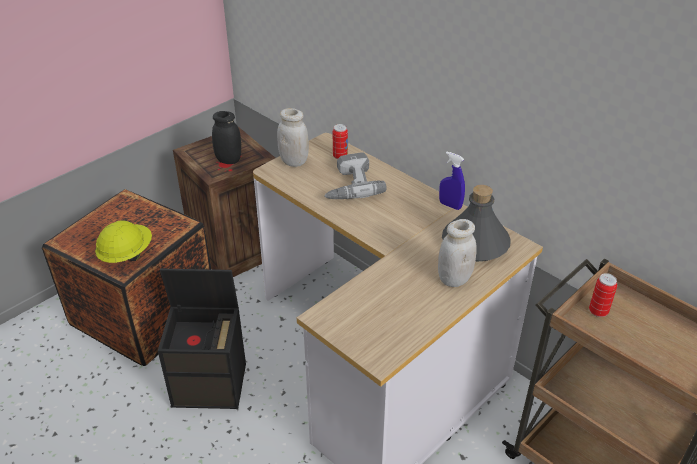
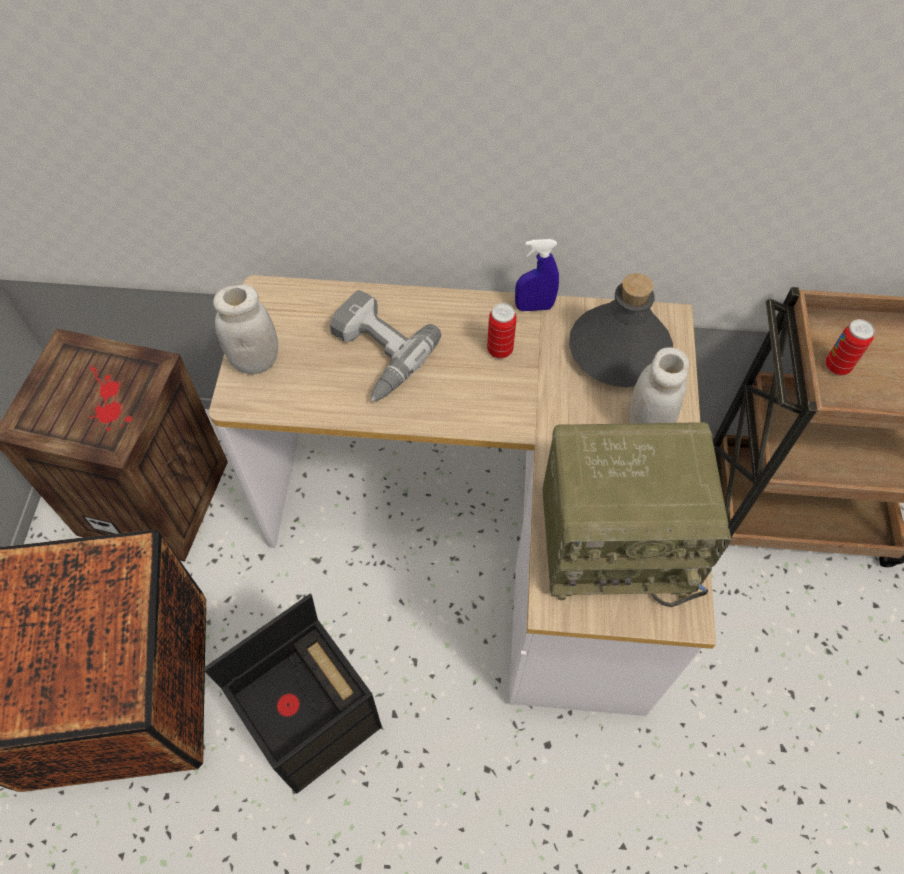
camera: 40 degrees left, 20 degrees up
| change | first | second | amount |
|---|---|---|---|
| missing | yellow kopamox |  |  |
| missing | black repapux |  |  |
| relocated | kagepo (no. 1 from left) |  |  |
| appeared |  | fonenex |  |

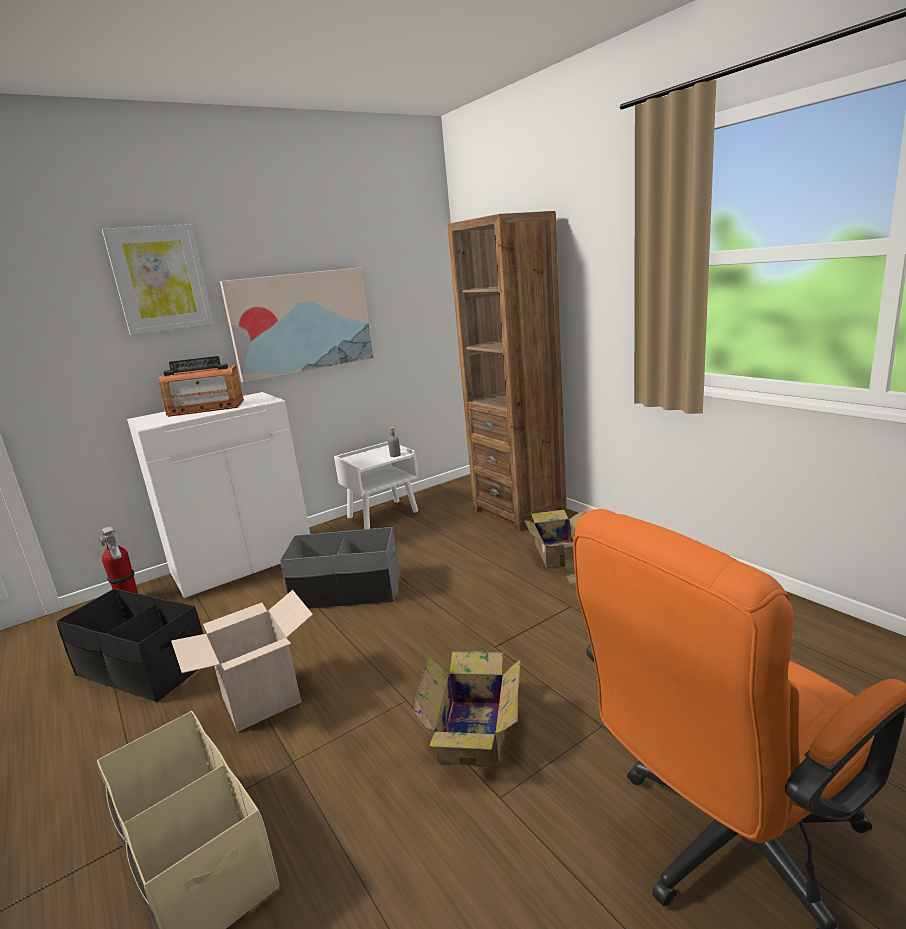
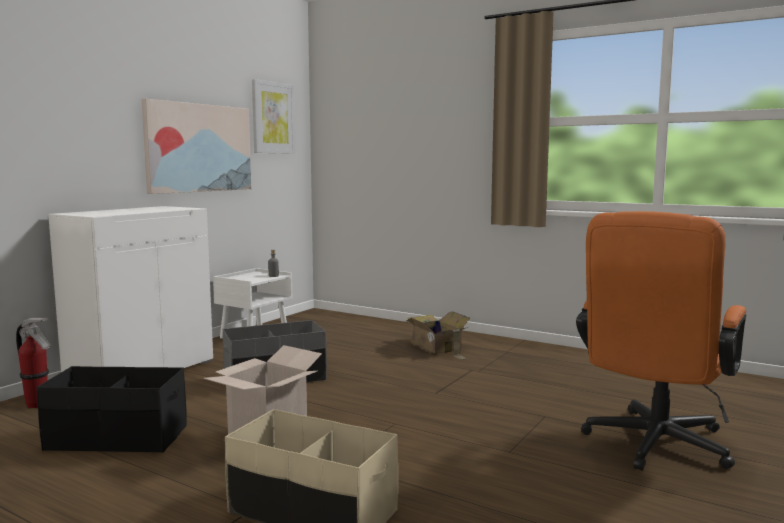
camera: 25 degrees left, 10 degrees down
| change | first | second | amount |
|---|---|---|---|
| relocated | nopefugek (no. 1 from left in the first image) | nopefugek (no. 2 from left) |  |
| missing | fonenex |  |  |
| missing | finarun (no. 2 from left) |  |  |
| missing | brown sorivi |  |  |

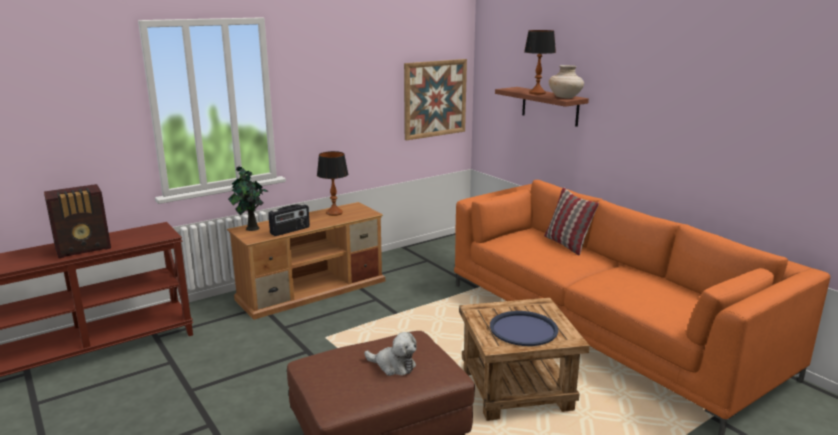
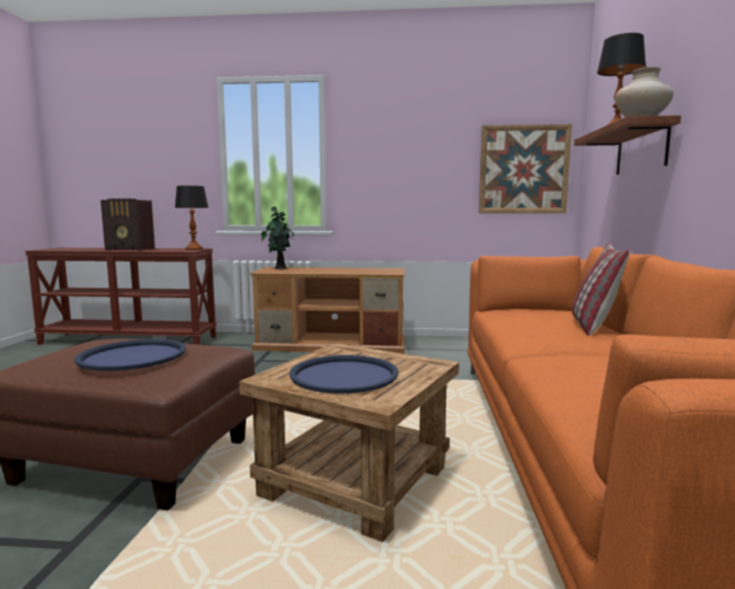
camera: 40 degrees right, 10 degrees down
| change | first | second | amount |
|---|---|---|---|
| missing | fonenex (no. 2 from left) |  |  |
| relocated | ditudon (no. 1 from left) |  |  |
| exchanged | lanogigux | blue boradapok (no. 1 from left) |  |

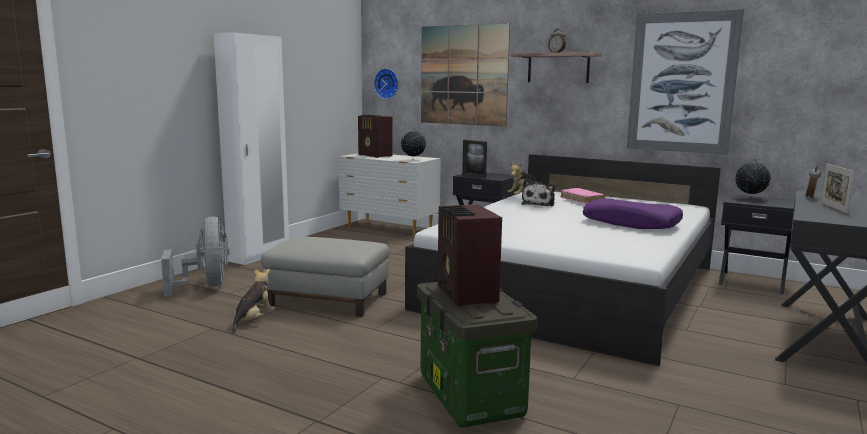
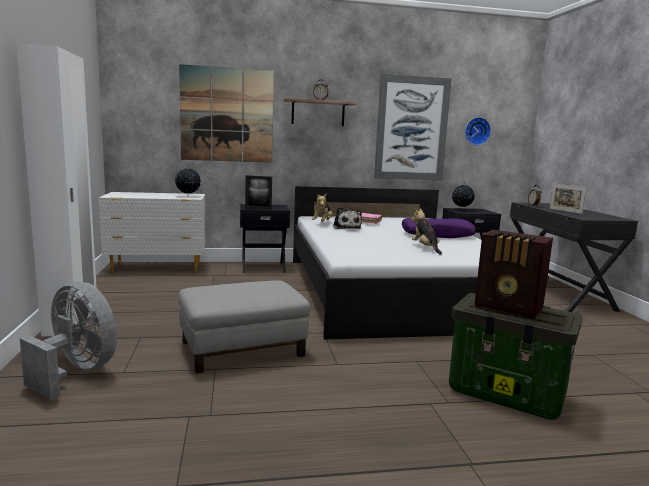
camera: 40 degrees left, 0 degrees up
| change | first | second | amount |
|---|---|---|---|
| relocated | lanogigux (no. 1 from left in the first image) | lanogigux (no. 3 from left) |  |
| missing | fonenex (no. 1 from left) |  |  |
| relocated | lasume |  |  |

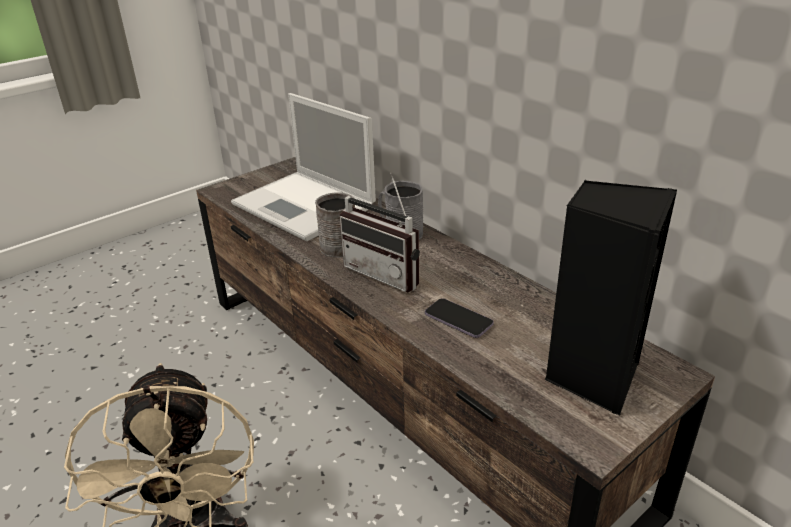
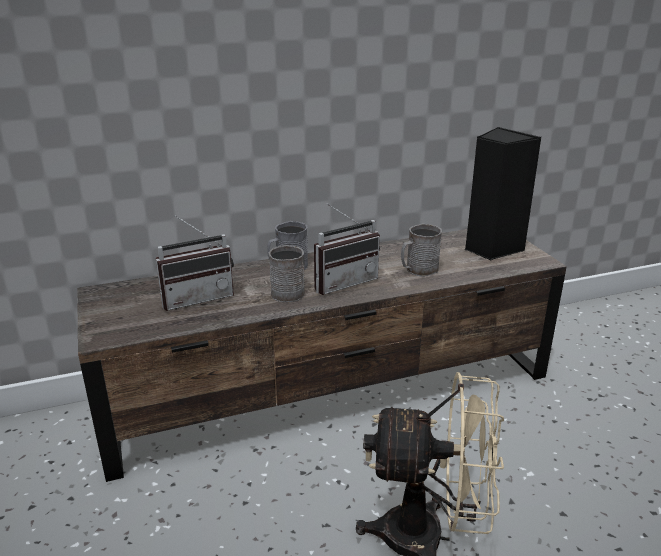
camera: 70 degrees left, 5 degrees down
| change | first | second | amount |
|---|---|---|---|
| exchanged | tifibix | fonenex (no. 1 from left) |  |
| exchanged | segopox | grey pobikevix (no. 3 from left) |  |

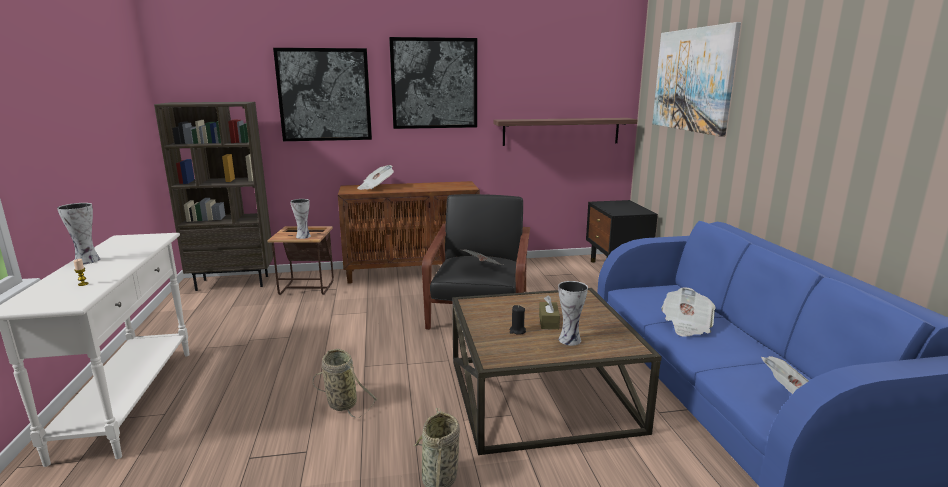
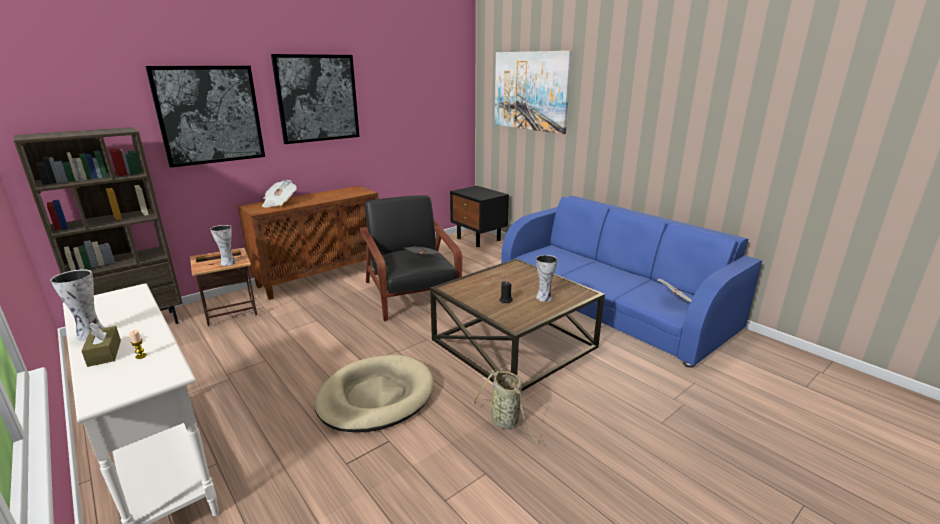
camera: 30 degrees left, 5 degrees up
| change | first | second | amount |
|---|---|---|---|
| exchanged | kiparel (no. 1 from left) | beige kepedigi |  |
| missing | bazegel |  |  |
| relocated | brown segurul |  |  |
| missing | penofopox (no. 3 from left) |  |  |

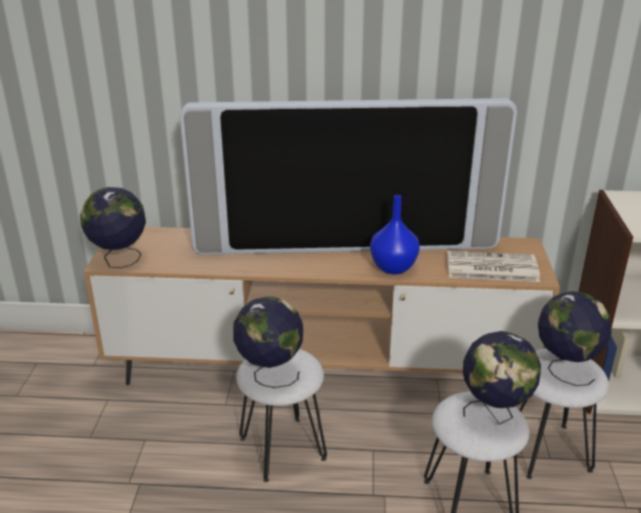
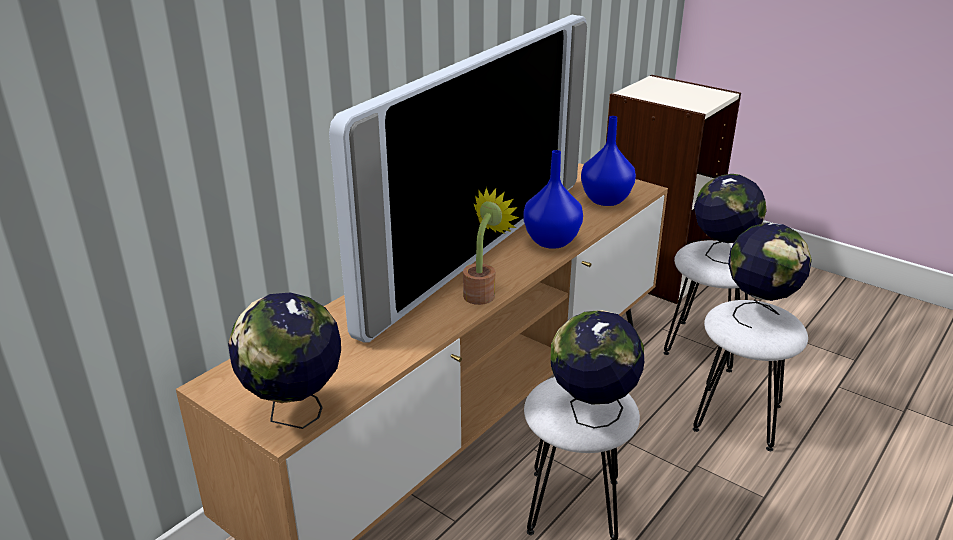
camera: 55 degrees left, 0 degrees up
| change | first | second | amount |
|---|---|---|---|
| exchanged | penofopox | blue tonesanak (no. 2 from left) |  |
| appeared |  | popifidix |  |

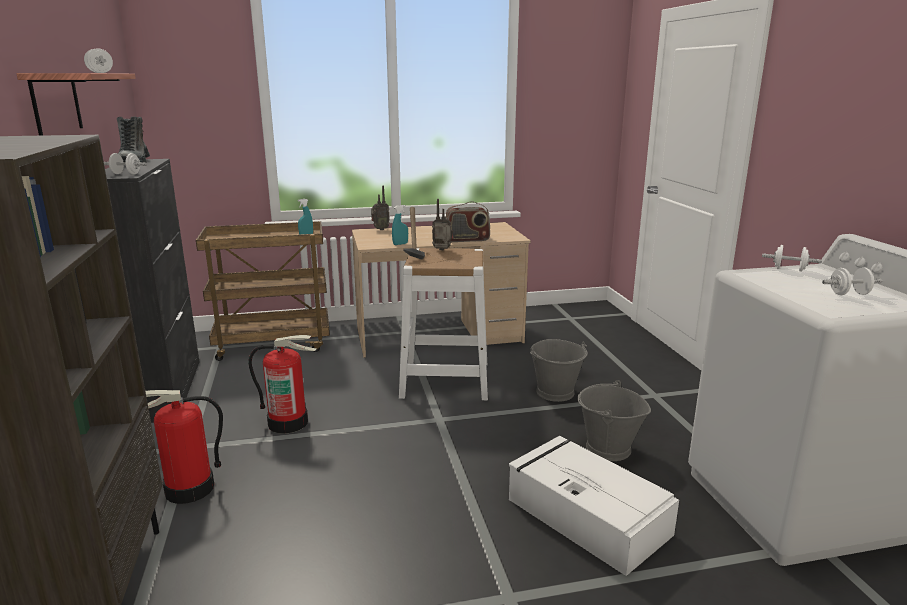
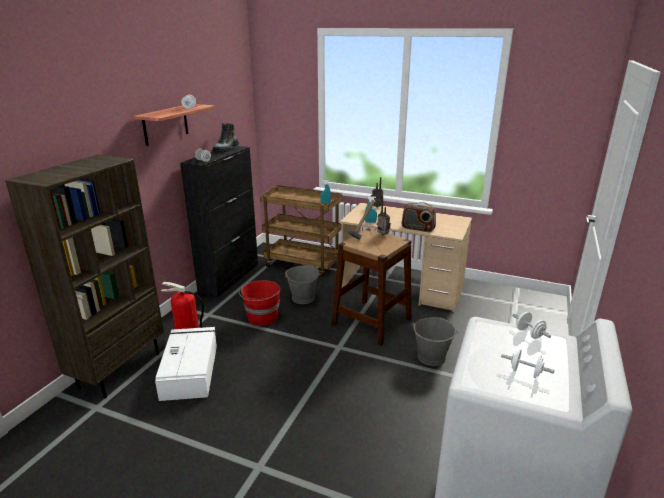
camera: 35 degrees right, 5 degrees up
| change | first | second | amount |
|---|---|---|---|
| exchanged | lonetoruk (no. 2 from left) | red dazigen |  |
| colour | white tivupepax | brown tivupepax |  |
| relocated | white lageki |  |  |
| relocated | grey dazigen (no. 2 from left in the first image) | grey dazigen (no. 1 from left) |  |

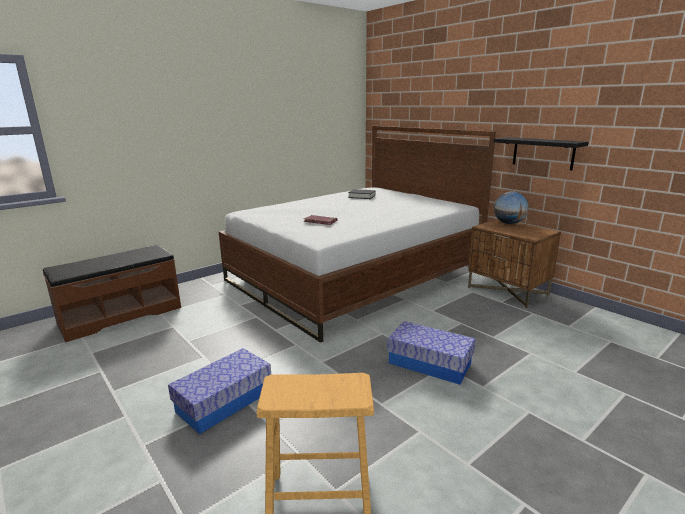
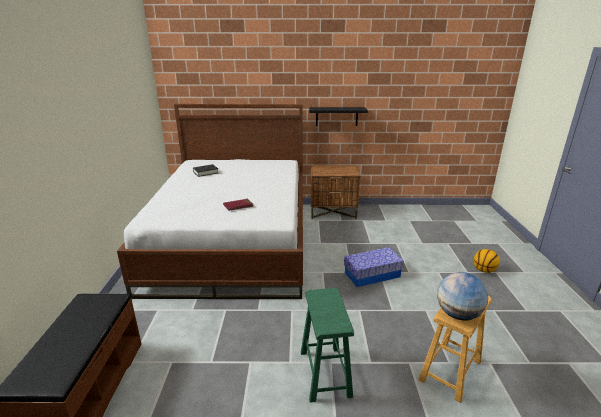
camera: 50 degrees left, 5 degrees up
| change | first | second | amount |
|---|---|---|---|
| exchanged | lageki (no. 1 from left) | green tivupepax |  |
| relocated | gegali |  |  |
| appeared |  | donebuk |  |

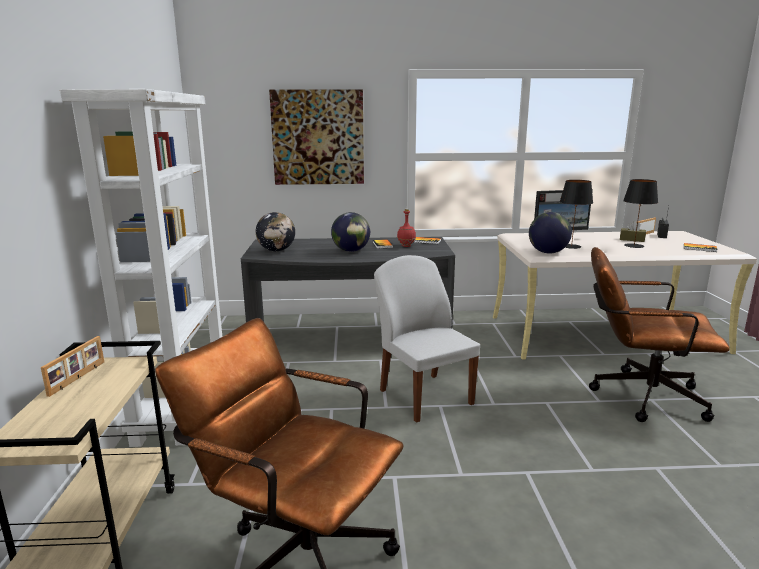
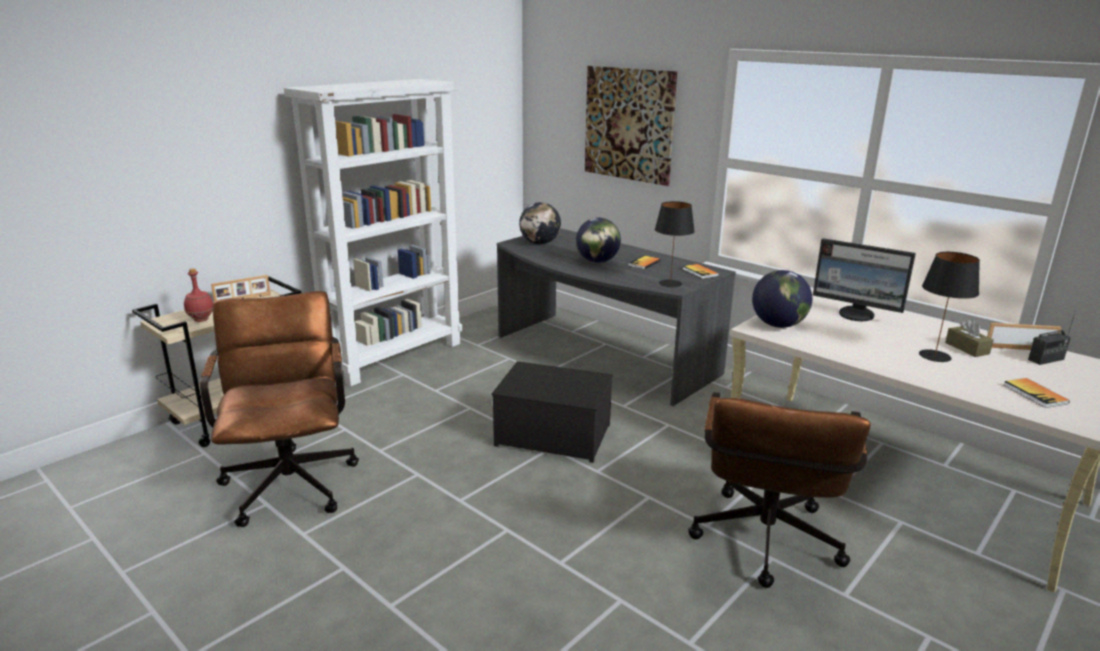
camera: 45 degrees right, 5 degrees up
| change | first | second | amount |
|---|---|---|---|
| exchanged | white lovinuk | lageki |  |
| relocated | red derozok |  |  |
| relocated | black ditudon (no. 1 from left) |  |  |
| spun | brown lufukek (no. 2 from left) |  | 135 degrees counterclockwise |

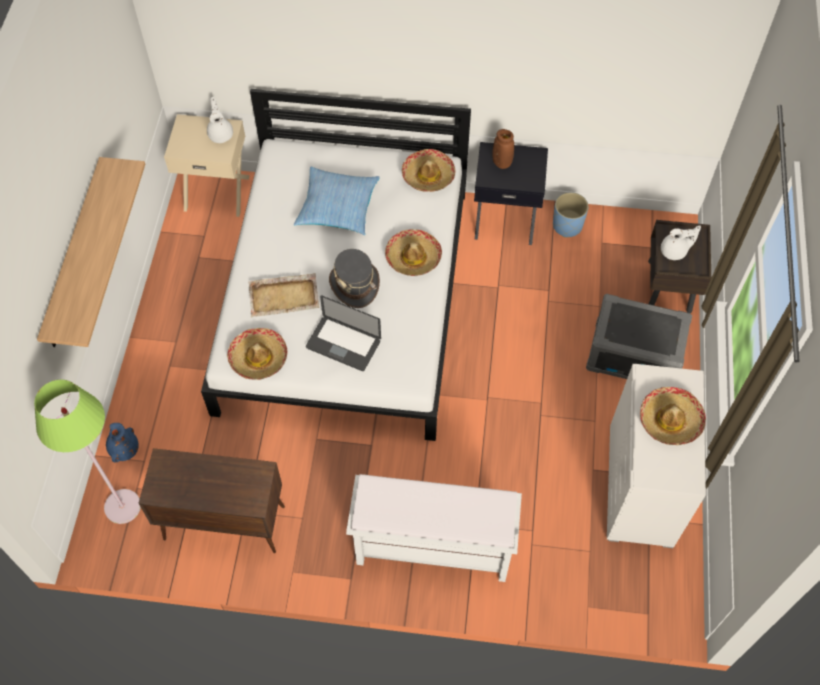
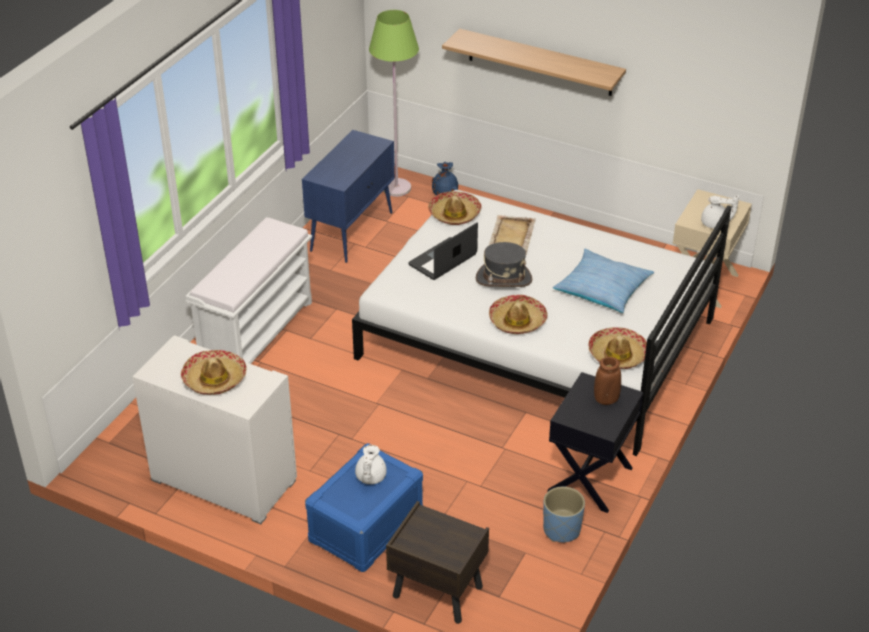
camera: 110 degrees right, 20 degrees down
| change | first | second | amount |
|---|---|---|---|
| colour | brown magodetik | blue magodetik |  |
| colour | grey lageki | blue lageki |  |
| relocated | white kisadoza (no. 2 from left in the first image) | white kisadoza (no. 1 from left) |  |

